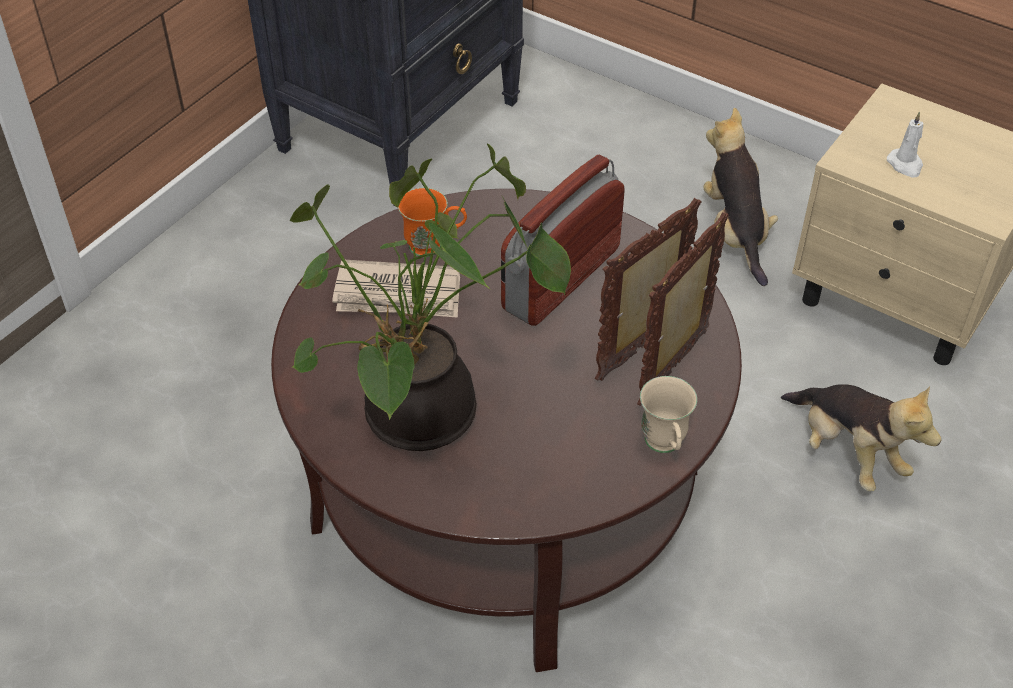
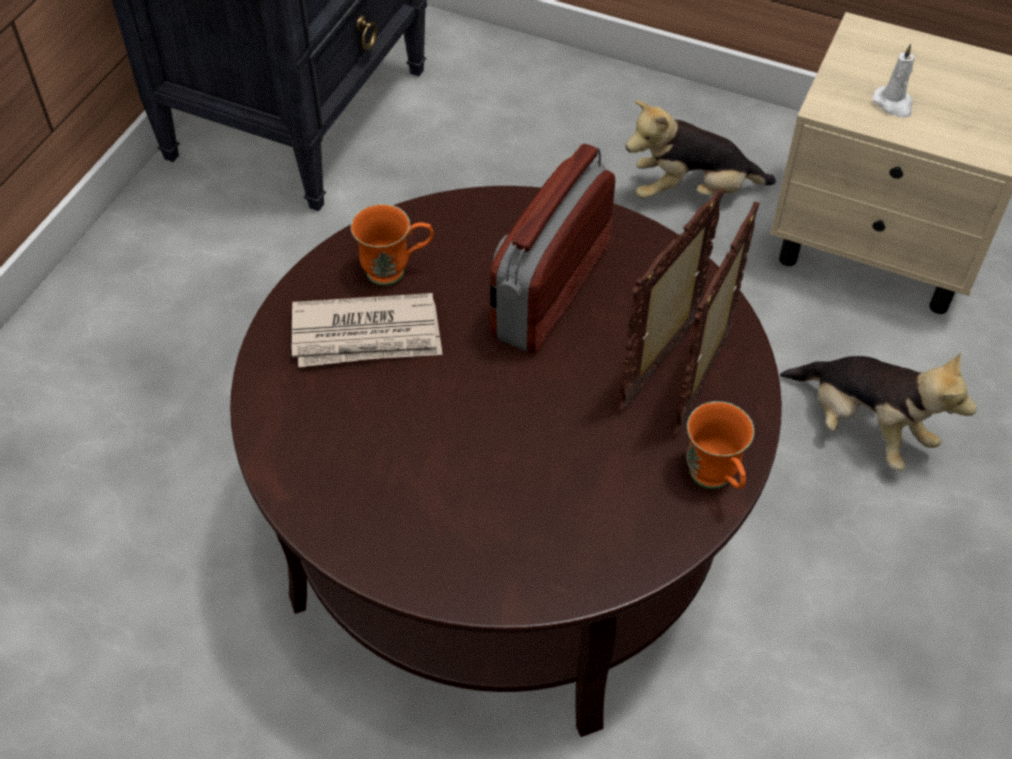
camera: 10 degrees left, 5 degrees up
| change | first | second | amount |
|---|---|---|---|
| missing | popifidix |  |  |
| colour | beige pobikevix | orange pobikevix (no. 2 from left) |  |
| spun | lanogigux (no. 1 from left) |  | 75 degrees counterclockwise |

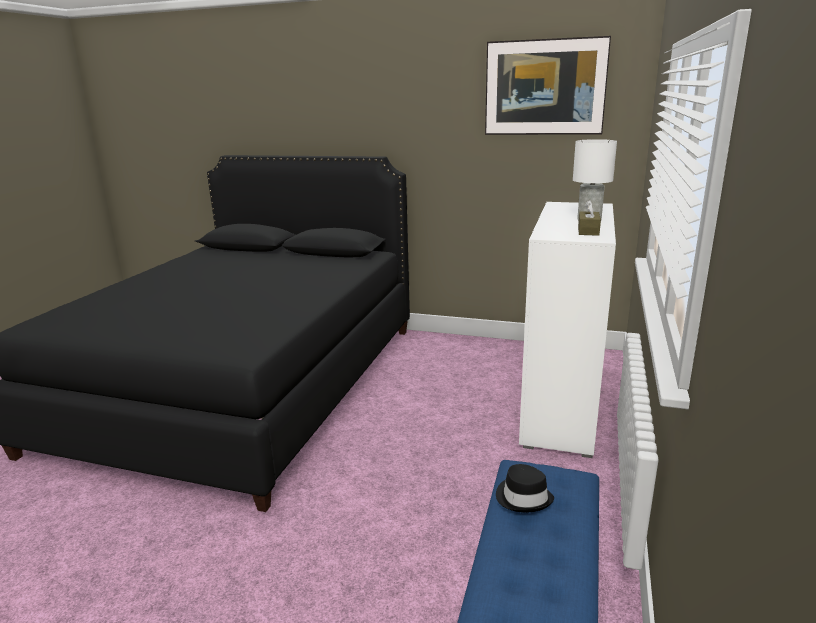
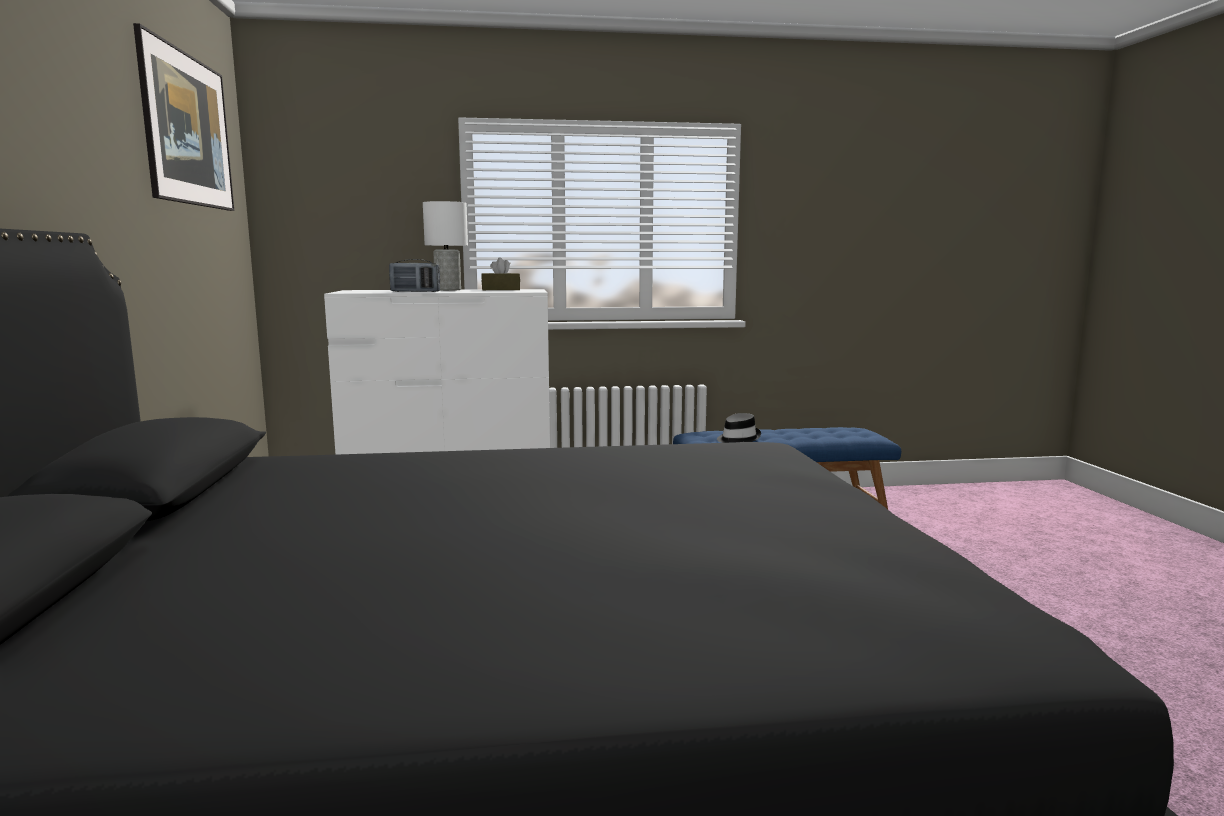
camera: 115 degrees left, 10 degrees down
| change | first | second | amount |
|---|---|---|---|
| appeared |  | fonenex |  |

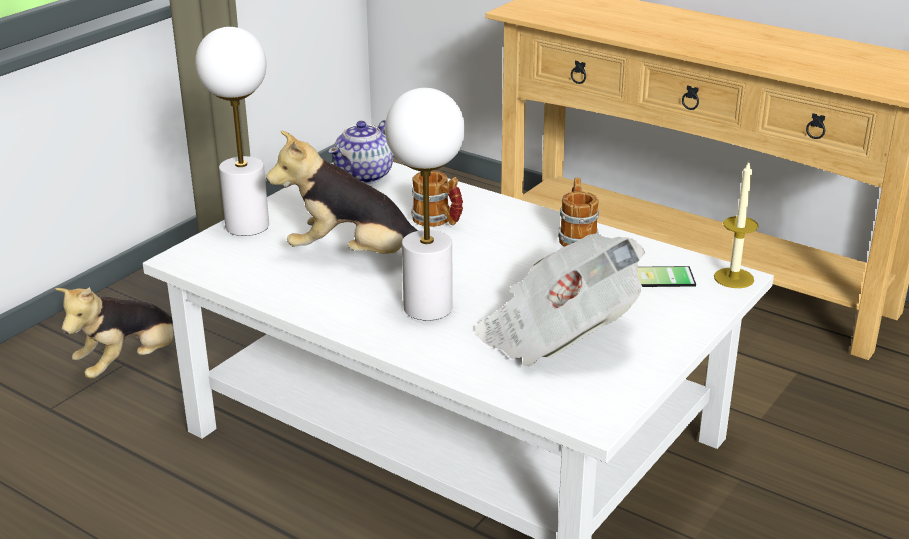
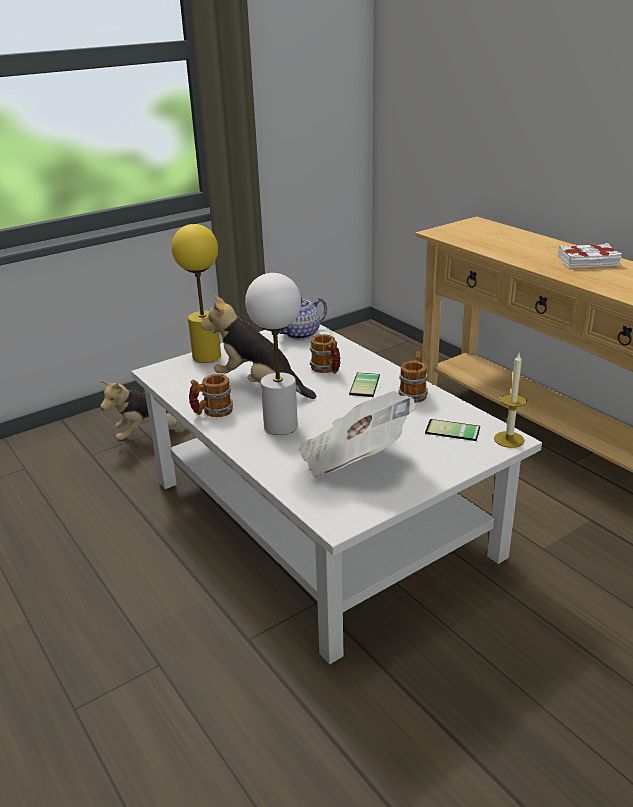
camera: 20 degrees right, 0 degrees up
| change | first | second | amount |
|---|---|---|---|
| colour | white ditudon (no. 1 from left) | yellow ditudon |  |
| appeared |  | pobikevix (no. 1 from left) |  |
| appeared |  | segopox (no. 1 from left) |  |
| appeared |  | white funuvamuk |  |

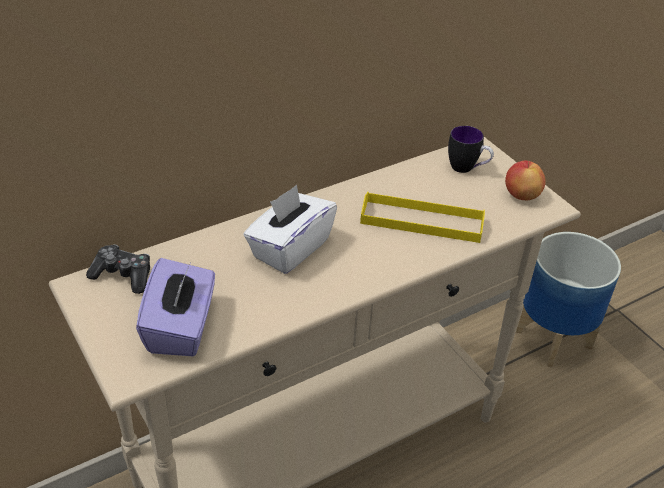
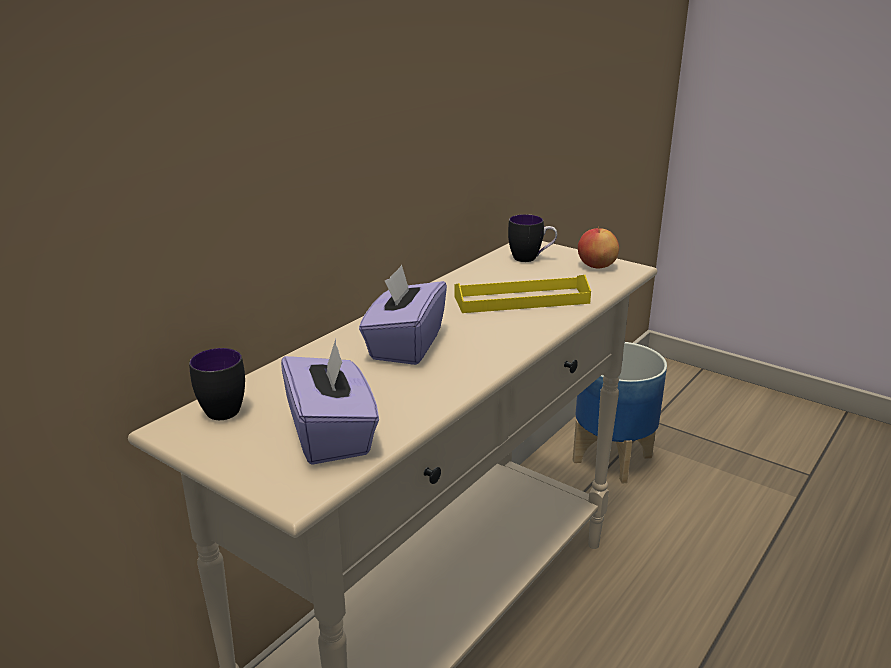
camera: 20 degrees left, 15 degrees down
| change | first | second | amount |
|---|---|---|---|
| exchanged | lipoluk | pobikevix (no. 1 from left) |  |
| colour | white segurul | purple segurul (no. 2 from left) |  |

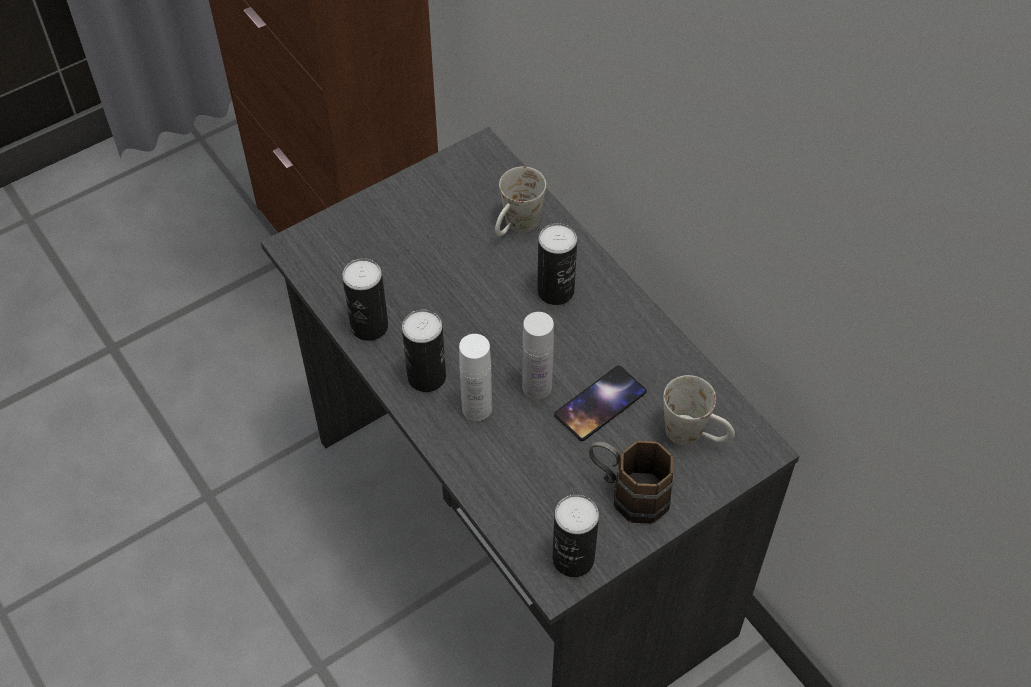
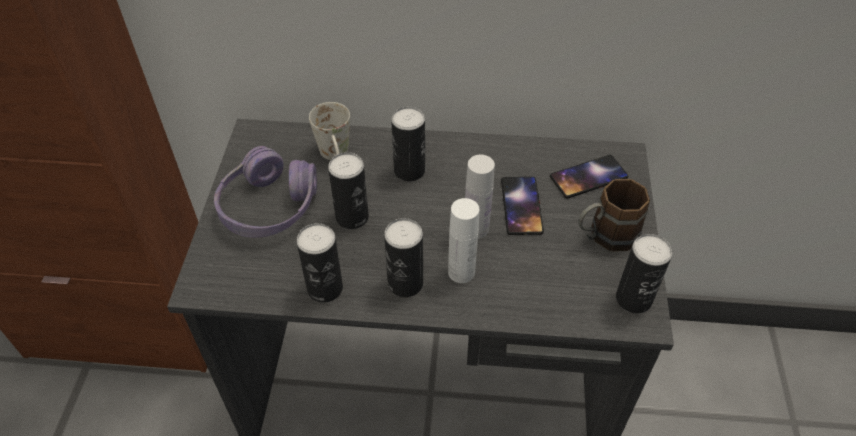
camera: 50 degrees left, 5 degrees down
| change | first | second | amount |
|---|---|---|---|
| exchanged | white pobikevix (no. 2 from left) | segopox (no. 2 from left) |  |
| appeared |  | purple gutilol |  |
| appeared |  | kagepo (no. 2 from left) |  |

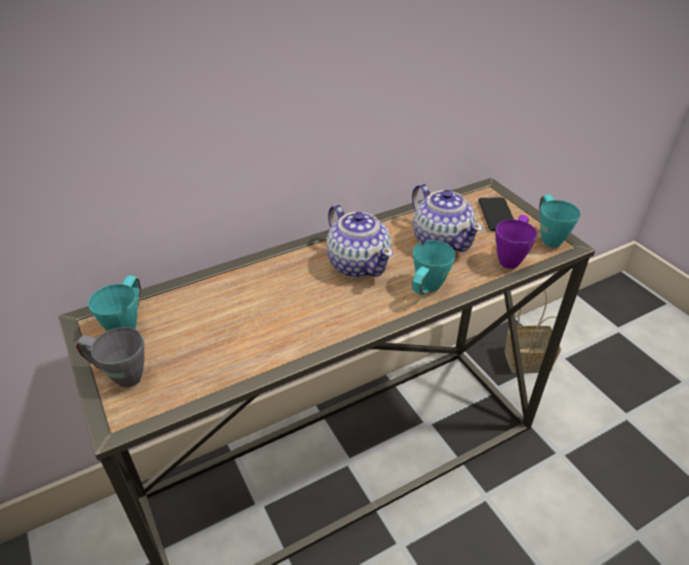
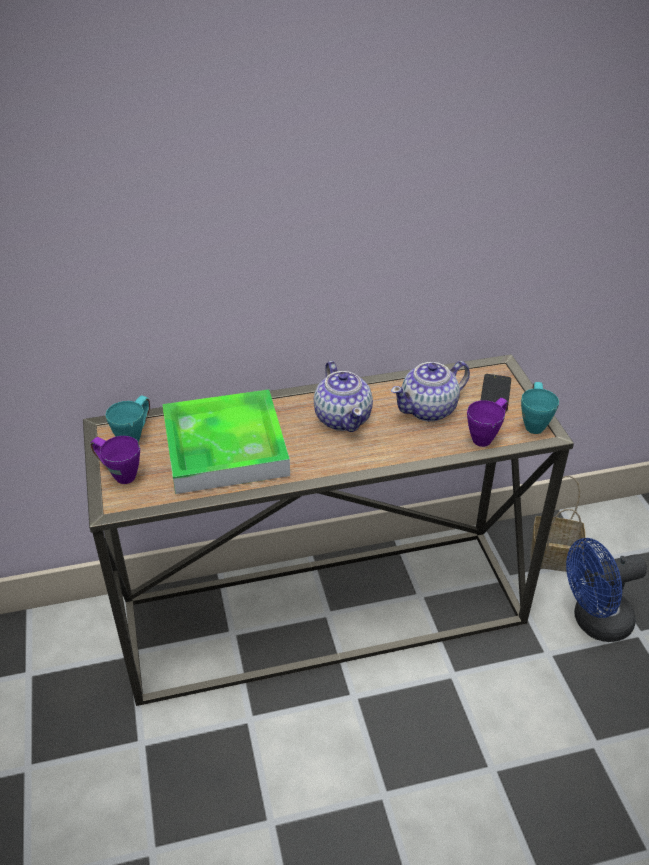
camera: 15 degrees right, 0 degrees up
| change | first | second | amount |
|---|---|---|---|
| colour | grey pobikevix | purple pobikevix (no. 1 from left) |  |
| spun | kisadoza (no. 2 from left) |  | 75 degrees clockwise |
| missing | turquoise pobikevix (no. 2 from left) |  |  |
| appeared |  | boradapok |  |
| appeared |  | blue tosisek |  |

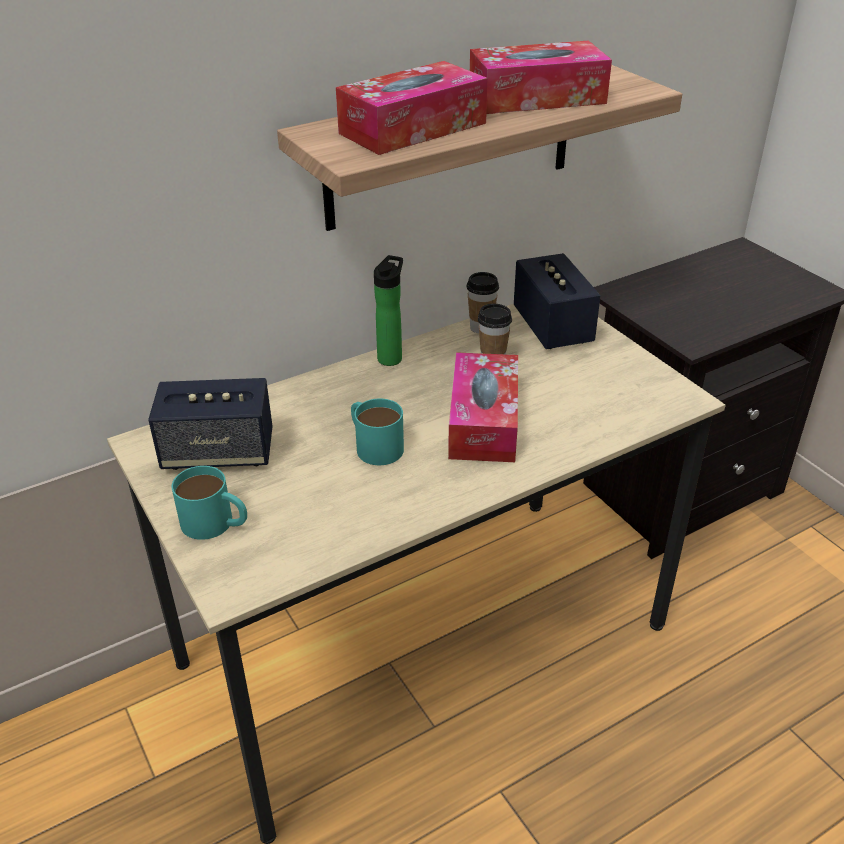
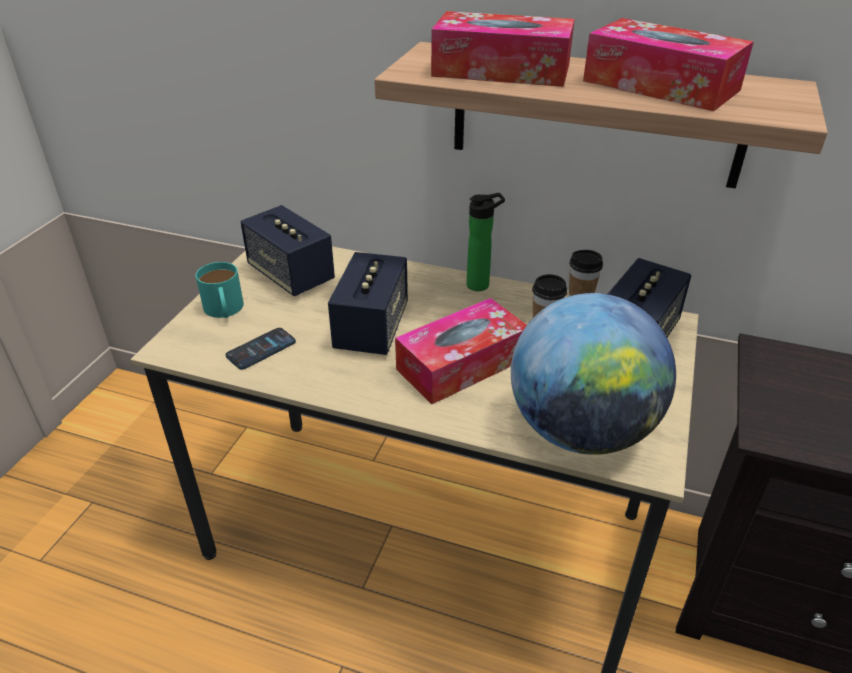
camera: 50 degrees right, 0 degrees up
| change | first | second | amount |
|---|---|---|---|
| exchanged | turquoise pobikevix (no. 2 from left) | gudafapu (no. 2 from left) |  |
| appeared |  | segopox |  |
| appeared |  | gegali |  |

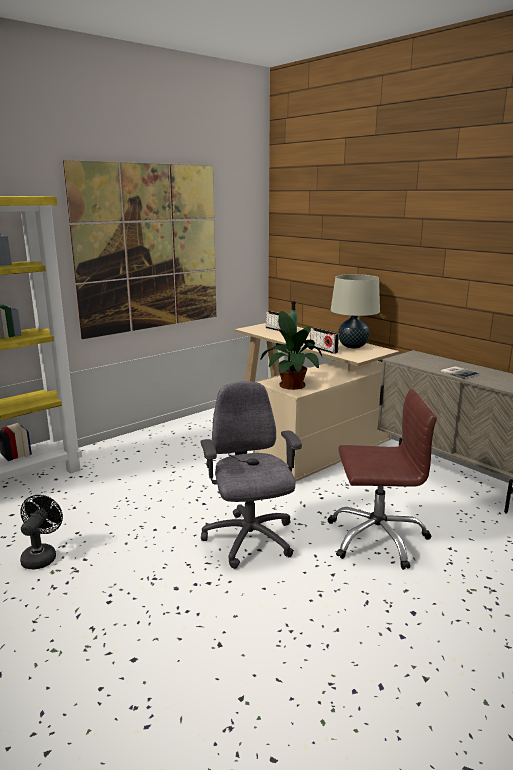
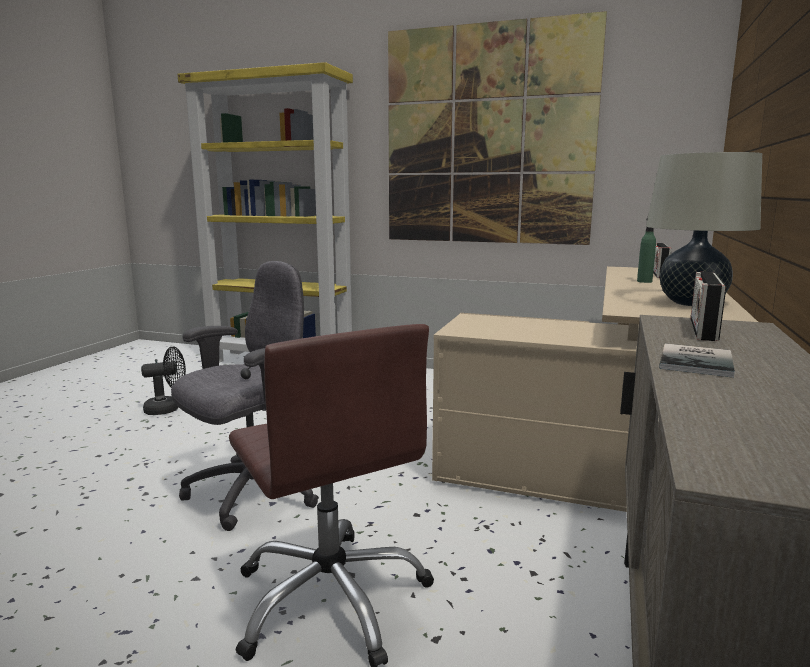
camera: 60 degrees right, 5 degrees down
| change | first | second | amount |
|---|---|---|---|
| missing | popifidix |  |  |
| relocated | fonenex (no. 2 from left) |  |  |

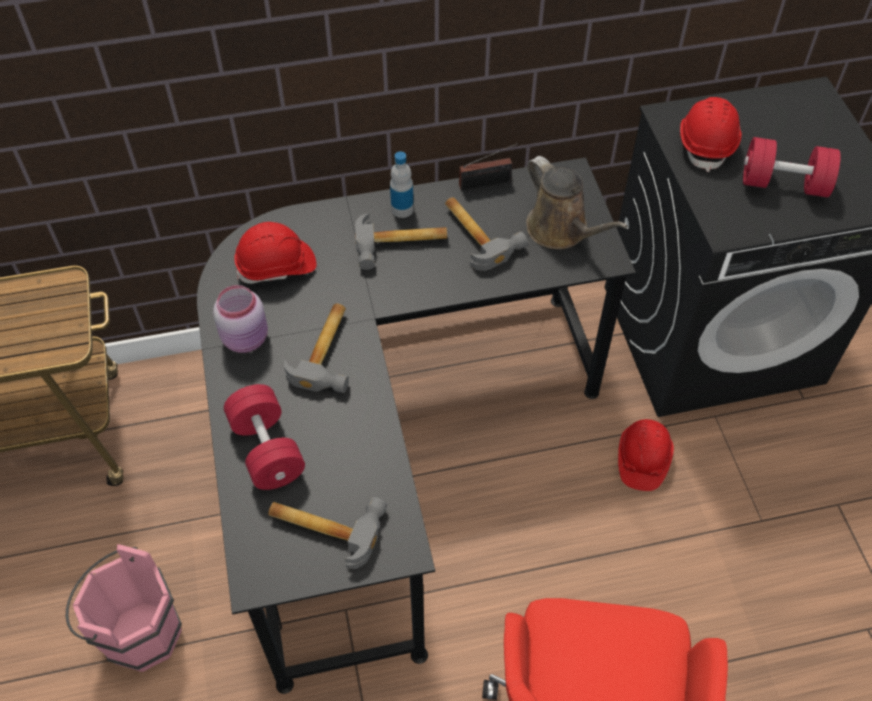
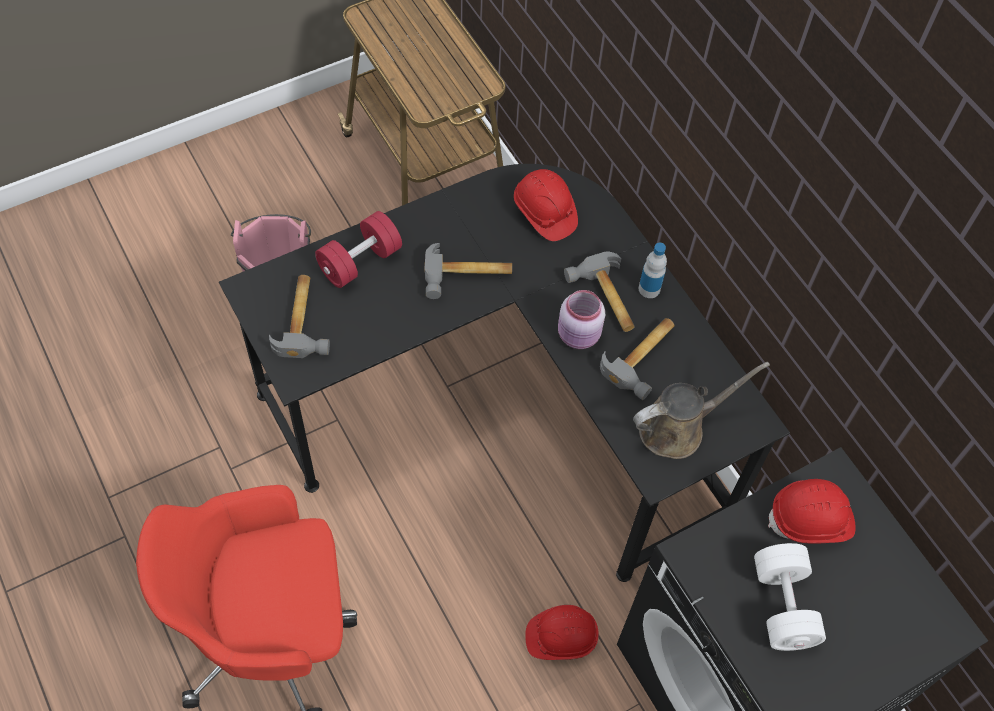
camera: 70 degrees right, 5 degrees up
| change | first | second | amount |
|---|---|---|---|
| relocated | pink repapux |  |  |
| missing | fonenex |  |  |
| spun | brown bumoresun |  | 150 degrees counterclockwise |
| colour | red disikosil (no. 2 from left) | white disikosil |  |

